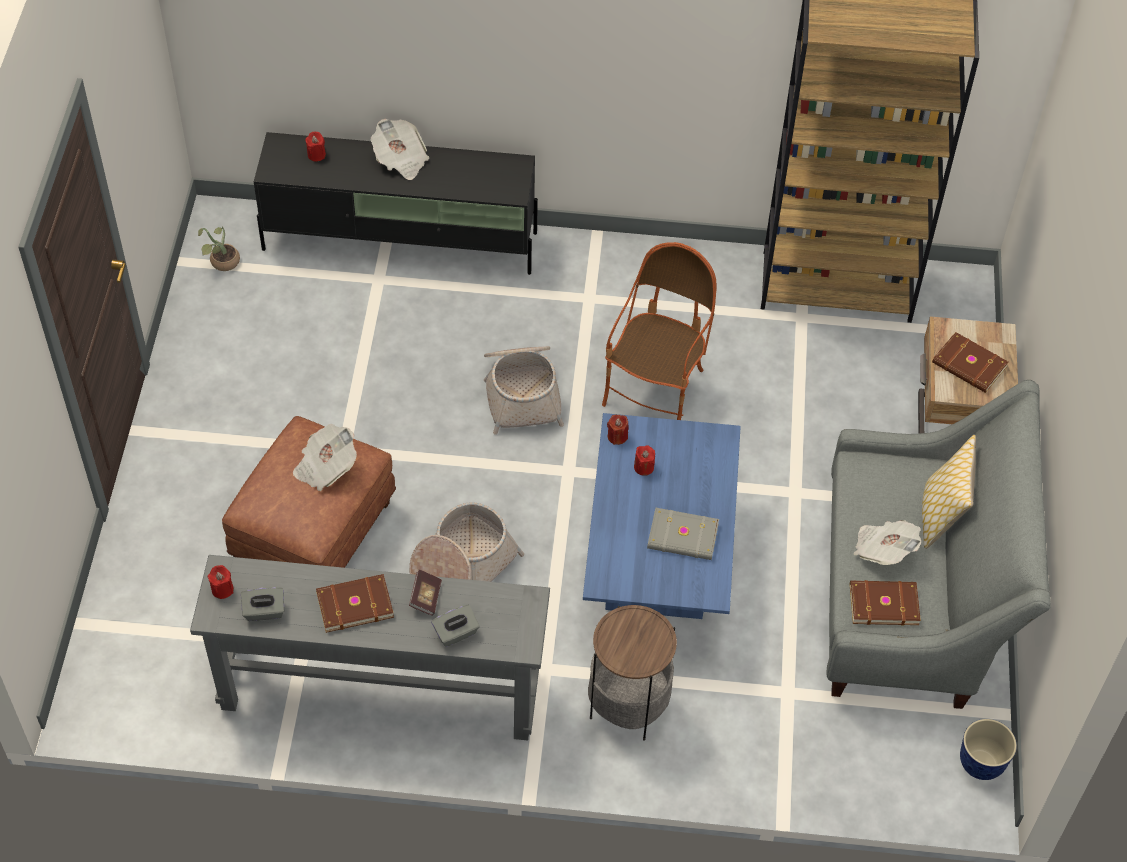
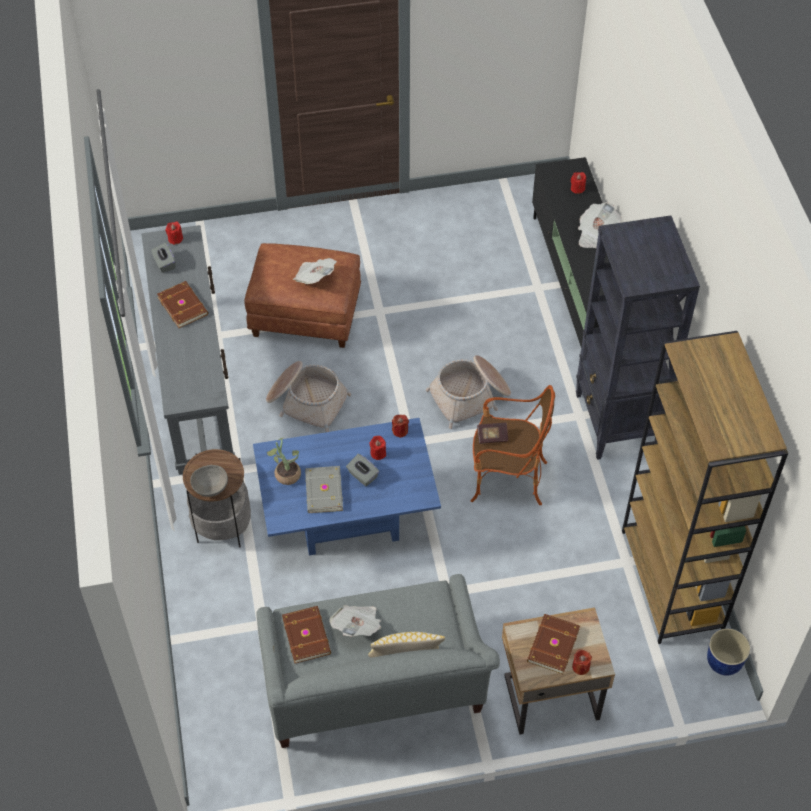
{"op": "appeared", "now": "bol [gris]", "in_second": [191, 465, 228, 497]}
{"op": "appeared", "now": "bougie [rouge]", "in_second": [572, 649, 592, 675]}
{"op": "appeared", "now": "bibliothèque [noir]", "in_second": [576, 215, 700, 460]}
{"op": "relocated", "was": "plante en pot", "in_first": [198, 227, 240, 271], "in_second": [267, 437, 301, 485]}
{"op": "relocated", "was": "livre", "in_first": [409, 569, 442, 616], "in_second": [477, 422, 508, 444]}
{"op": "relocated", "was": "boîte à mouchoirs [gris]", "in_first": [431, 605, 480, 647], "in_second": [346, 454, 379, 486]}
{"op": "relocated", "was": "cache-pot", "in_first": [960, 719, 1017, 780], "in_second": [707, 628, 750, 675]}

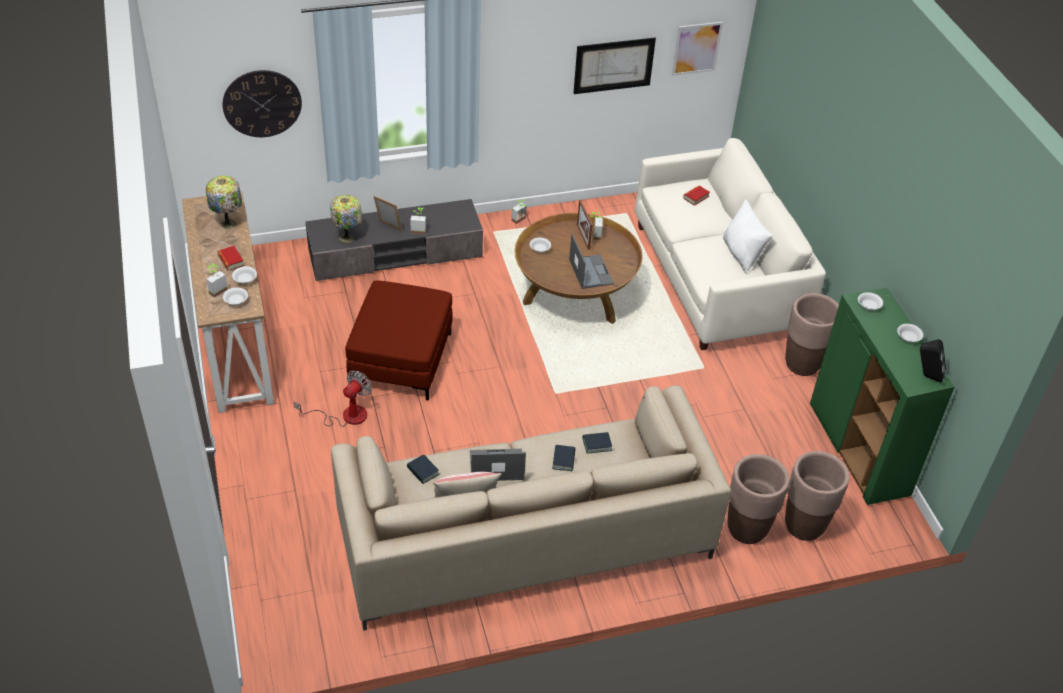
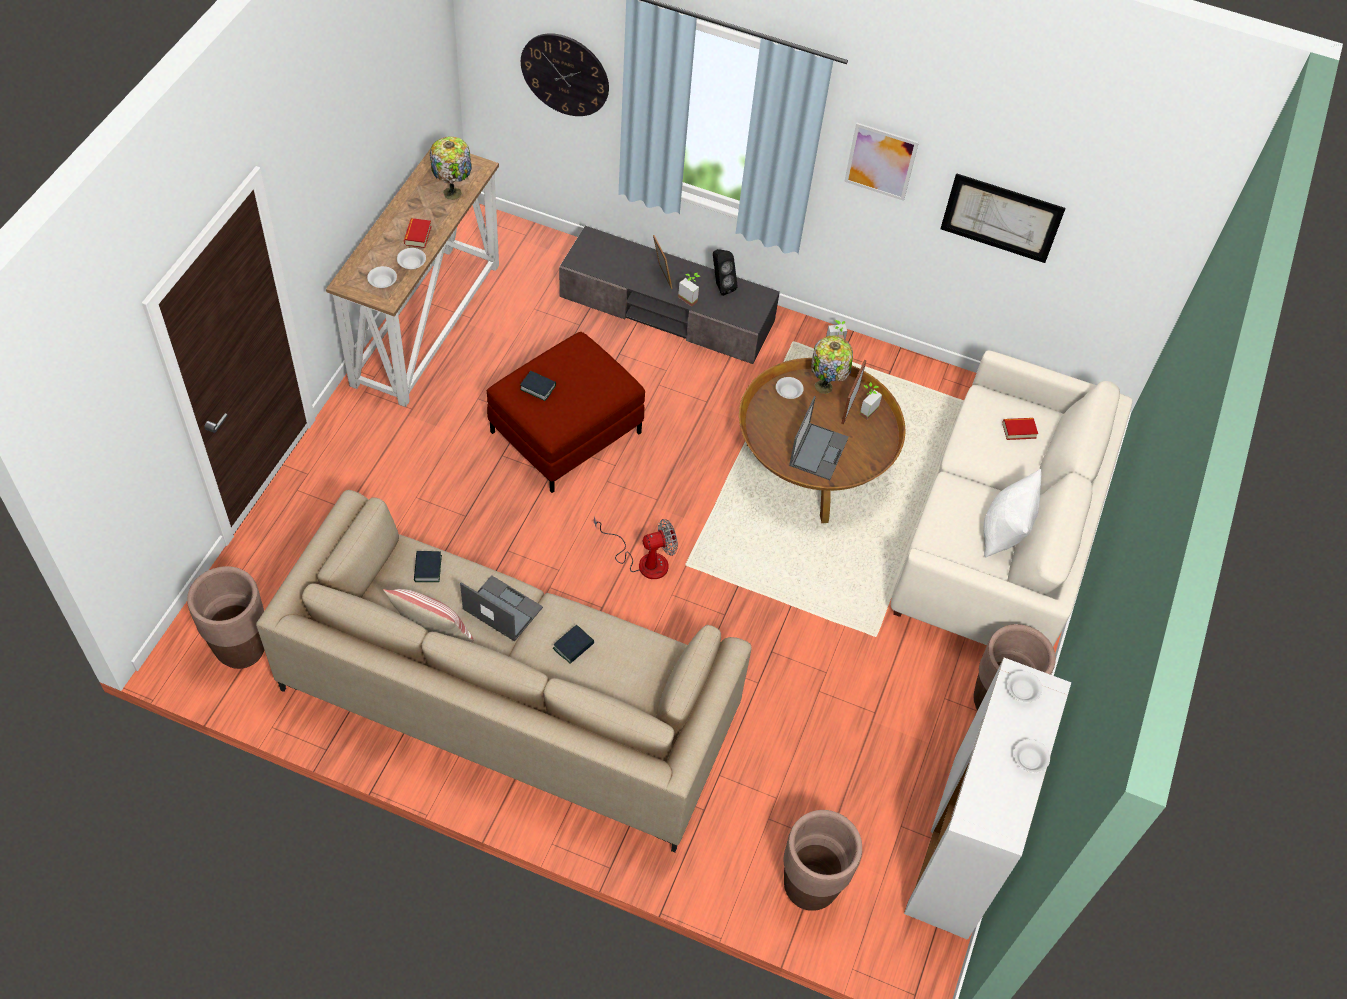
{"op": "missing", "was": "plante en pot", "in_first": [206, 263, 228, 298]}
{"op": "relocated", "was": "ventilateur", "in_first": [294, 370, 372, 427], "in_second": [594, 516, 678, 579]}
{"op": "relocated", "was": "lampe de table", "in_first": [330, 195, 363, 243], "in_second": [811, 336, 853, 394]}
{"op": "relocated", "was": "livre", "in_first": [583, 432, 612, 454], "in_second": [520, 371, 556, 401]}
{"op": "relocated", "was": "tableau", "in_first": [672, 22, 723, 76], "in_second": [844, 123, 919, 201]}
{"op": "relocated", "was": "cache-pot [marron]", "in_first": [728, 454, 790, 544], "in_second": [187, 566, 264, 669]}
{"op": "relocated", "was": "enceinte [noir]", "in_first": [920, 339, 946, 383], "in_second": [713, 249, 738, 296]}
{"op": "colour", "was": "meuble de rangement [vert]", "now": "meuble de rangement [blanc]", "in_first": [810, 288, 955, 505], "in_second": [904, 658, 1071, 940]}

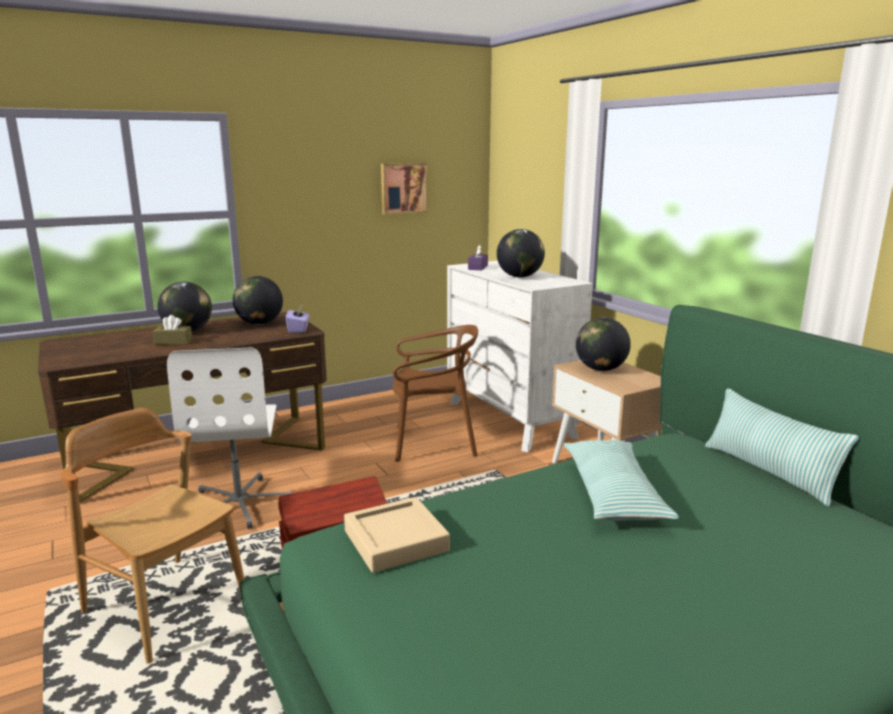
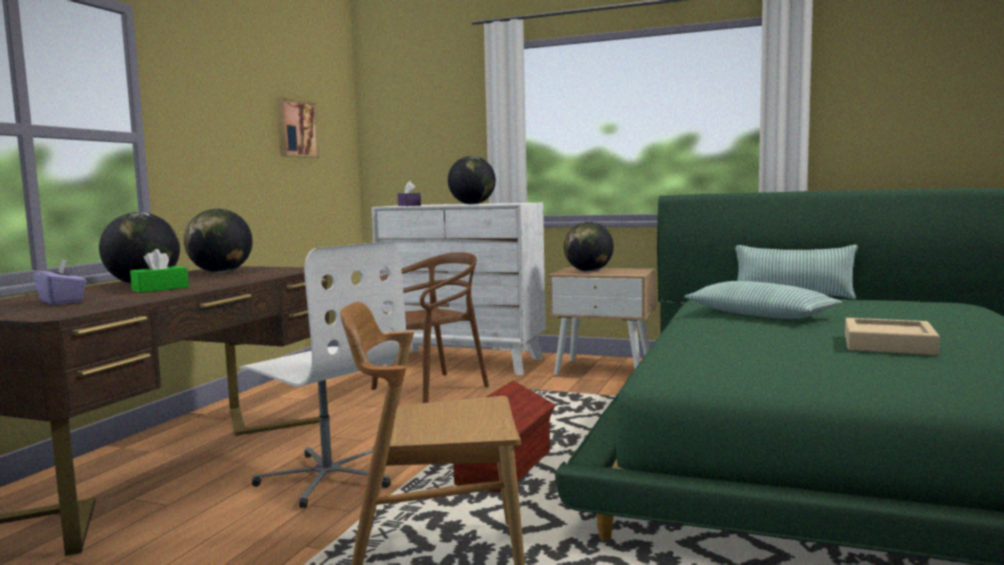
{"op": "relocated", "was": "boîte à mouchoirs [violet]", "in_first": [286, 305, 309, 333], "in_second": [34, 259, 86, 305]}
{"op": "relocated", "was": "plateau [beige]", "in_first": [344, 497, 450, 573], "in_second": [845, 318, 940, 355]}
{"op": "colour", "was": "boîte à mouchoirs [marron]", "now": "boîte à mouchoirs [vert]", "in_first": [152, 315, 192, 345], "in_second": [130, 249, 189, 293]}

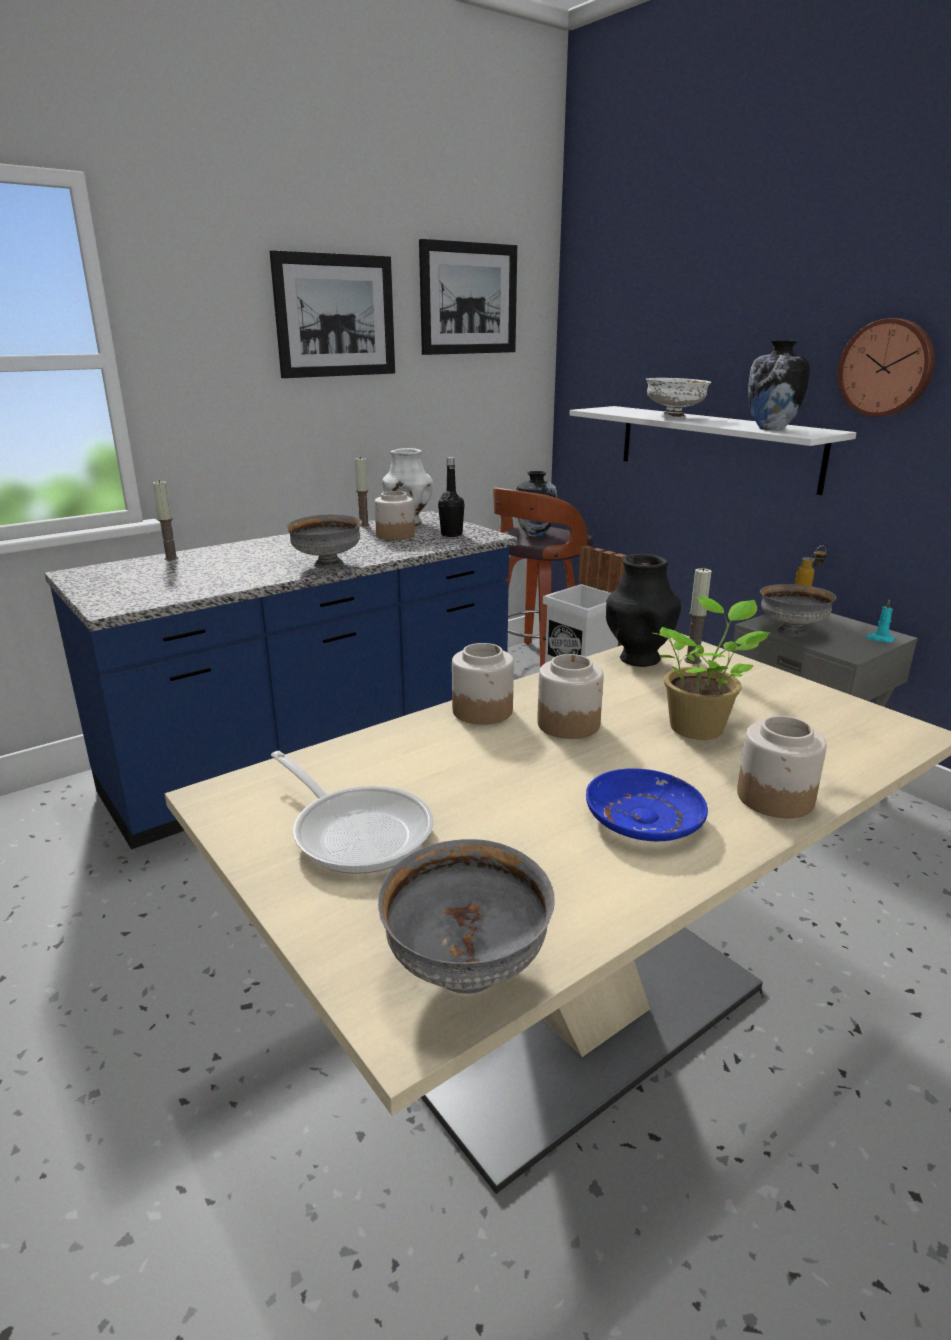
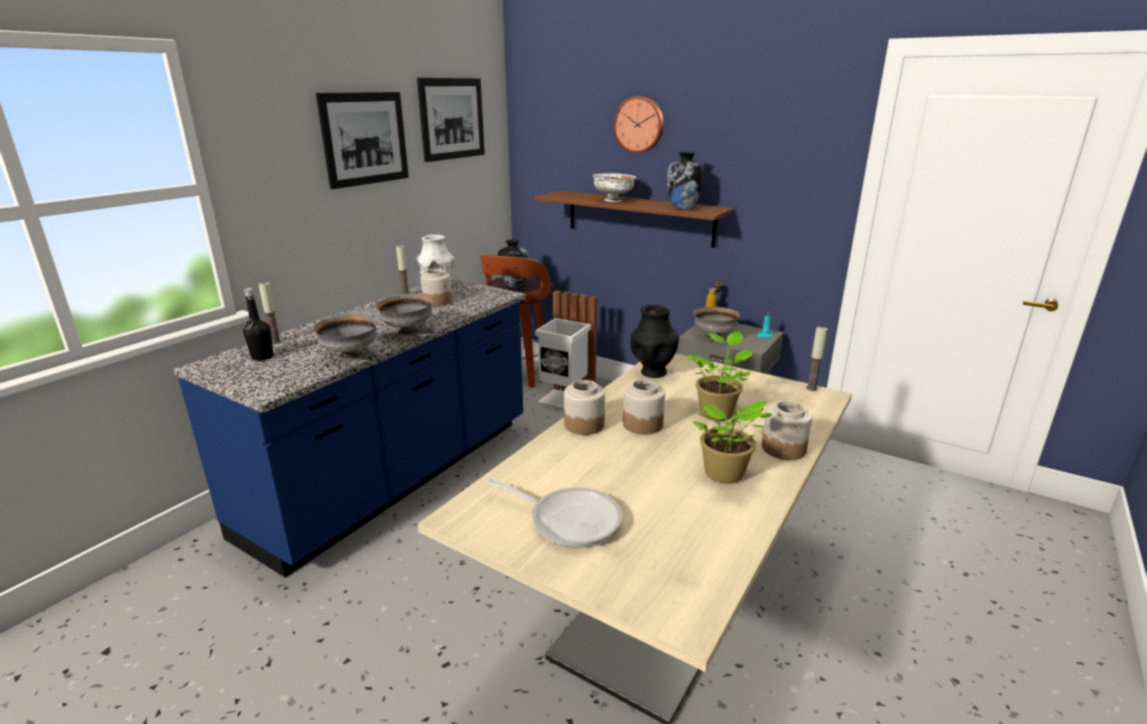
{"op": "relocated", "was": "bol [gris]", "in_first": [378, 839, 555, 994], "in_second": [314, 314, 378, 361]}
{"op": "relocated", "was": "bouteille [noir]", "in_first": [438, 457, 465, 537], "in_second": [243, 288, 273, 361]}
{"op": "relocated", "was": "bougie", "in_first": [684, 568, 711, 664], "in_second": [806, 327, 828, 391]}
{"op": "relocated", "was": "horloge murale", "in_first": [838, 318, 935, 417], "in_second": [613, 96, 664, 153]}
{"op": "exchanged", "was": "assiette [bleu]", "now": "plante en pot", "in_first": [586, 768, 708, 841], "in_second": [693, 401, 773, 484]}
{"op": "colour", "was": "étagère [blanc]", "now": "étagère [marron]", "in_first": [569, 406, 857, 495], "in_second": [535, 191, 734, 248]}

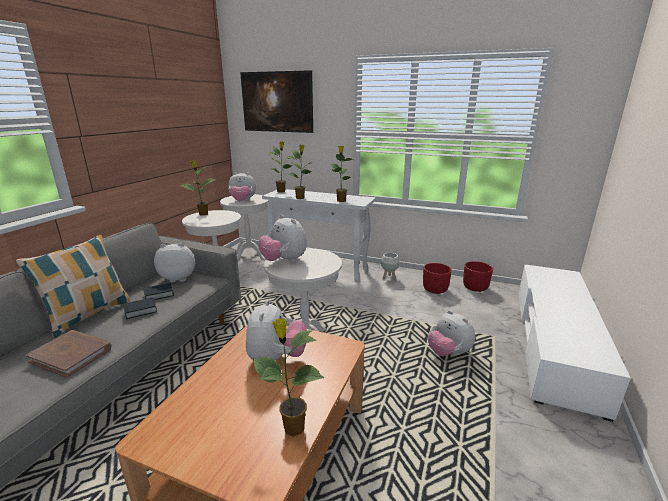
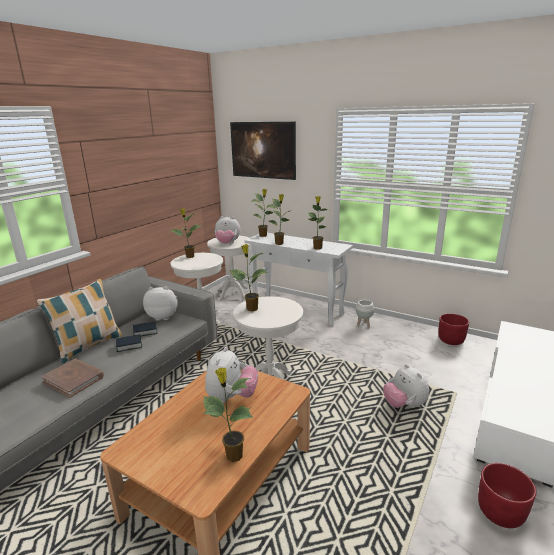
{"op": "relocated", "was": "cache-pot [rouge]", "in_first": [423, 263, 452, 294], "in_second": [478, 463, 536, 528]}
{"op": "exchanged", "was": "peluche", "now": "plante en pot", "in_first": [259, 215, 307, 262], "in_second": [230, 244, 268, 312]}

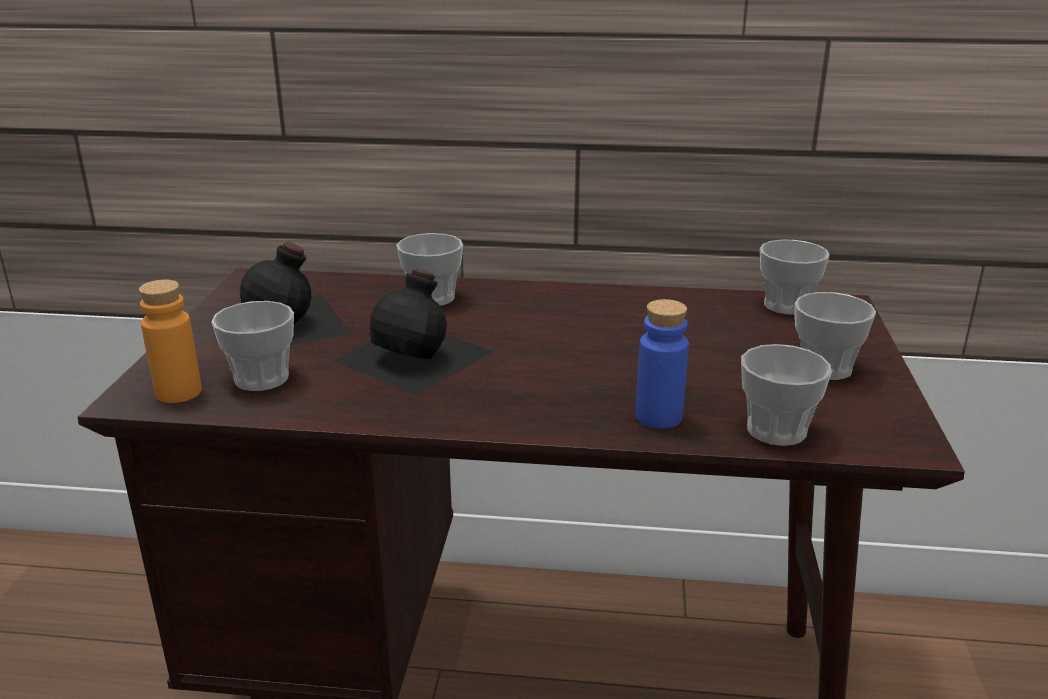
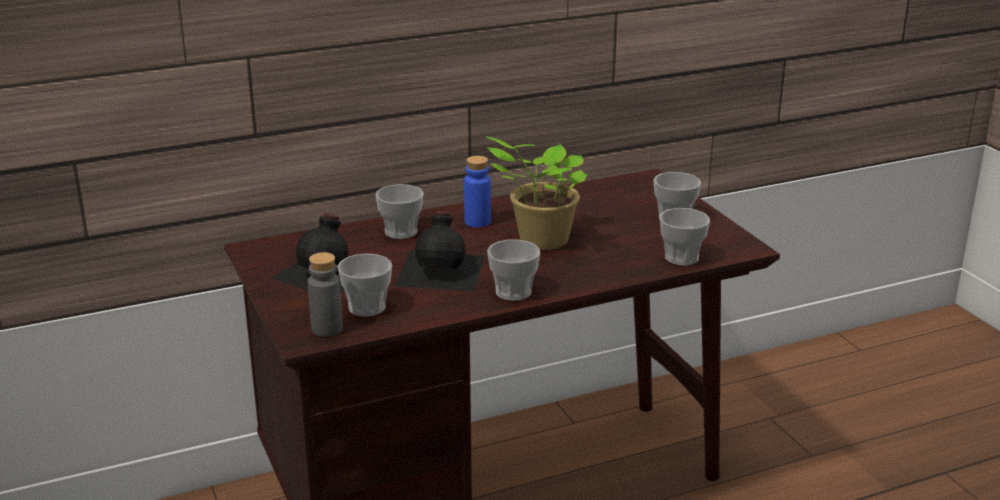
{"op": "appeared", "now": "plante en pot", "in_second": [486, 136, 588, 250]}
{"op": "relocated", "was": "bouteille [bleu]", "in_first": [635, 299, 689, 429], "in_second": [464, 156, 491, 228]}
{"op": "relocated", "was": "tasse", "in_first": [760, 239, 830, 315], "in_second": [487, 239, 540, 301]}
{"op": "colour", "was": "bouteille [orange]", "now": "bouteille [gris]", "in_first": [139, 279, 202, 403], "in_second": [308, 252, 343, 337]}

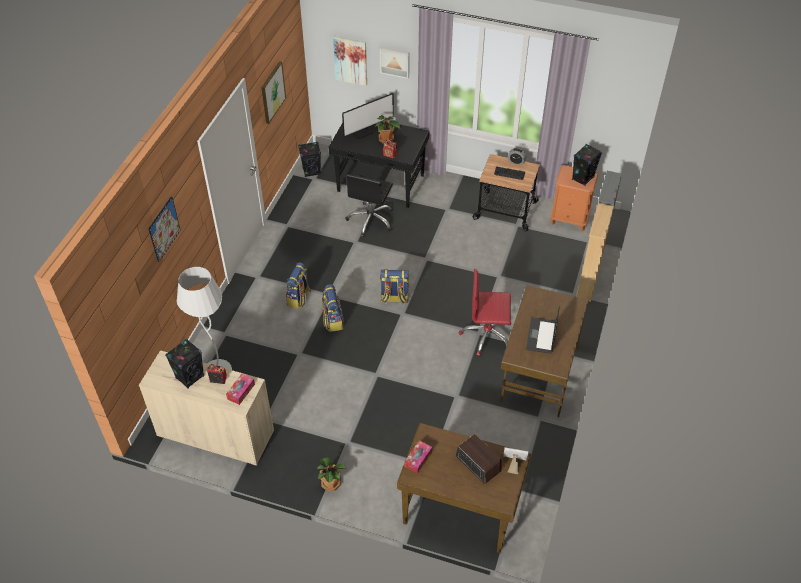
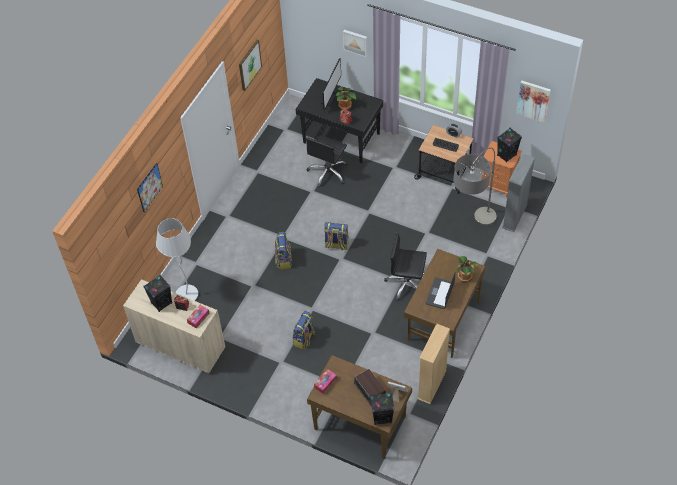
{"op": "appeared", "now": "lampadaire", "in_second": [454, 147, 496, 226]}
{"op": "relocated", "was": "sac à dos", "in_first": [286, 262, 311, 309], "in_second": [293, 311, 315, 349]}
{"op": "relocated", "was": "enceinte [noir]", "in_first": [298, 142, 321, 177], "in_second": [370, 392, 394, 425]}
{"op": "relocated", "was": "plante en pot", "in_first": [317, 457, 346, 491], "in_second": [457, 256, 479, 282]}
{"op": "relocated", "was": "tableau", "in_first": [333, 36, 367, 86], "in_second": [516, 80, 551, 123]}
{"op": "relocated", "was": "bibliothèque [beige]", "in_first": [576, 203, 614, 302], "in_second": [417, 324, 450, 404]}
{"op": "colour", "was": "chaise de bureau [rouge]", "now": "chaise de bureau [noir]", "in_first": [459, 269, 511, 356], "in_second": [384, 232, 427, 301]}
{"op": "spun", "was": "écran d'ordinateur", "in_first": [342, 93, 394, 140], "in_second": [321, 58, 341, 110], "clockwise": -45}

